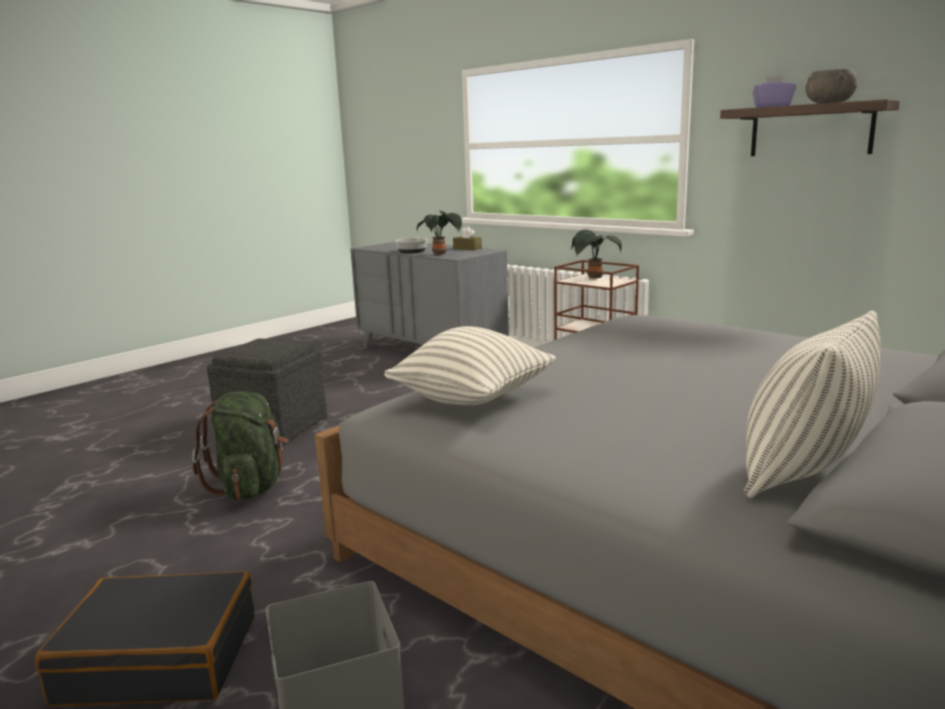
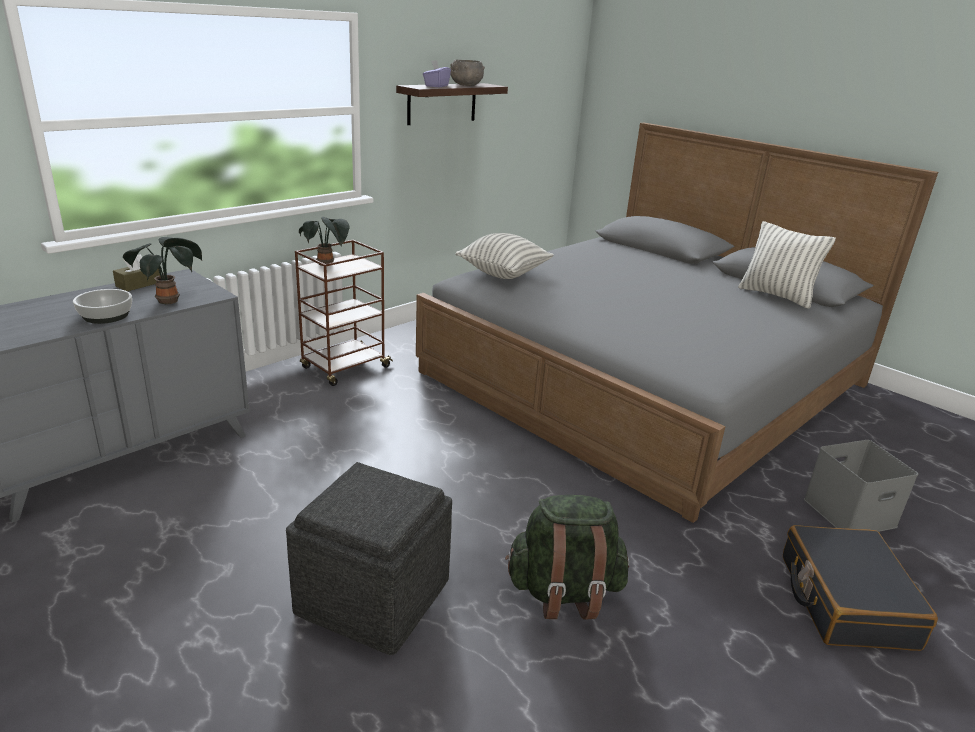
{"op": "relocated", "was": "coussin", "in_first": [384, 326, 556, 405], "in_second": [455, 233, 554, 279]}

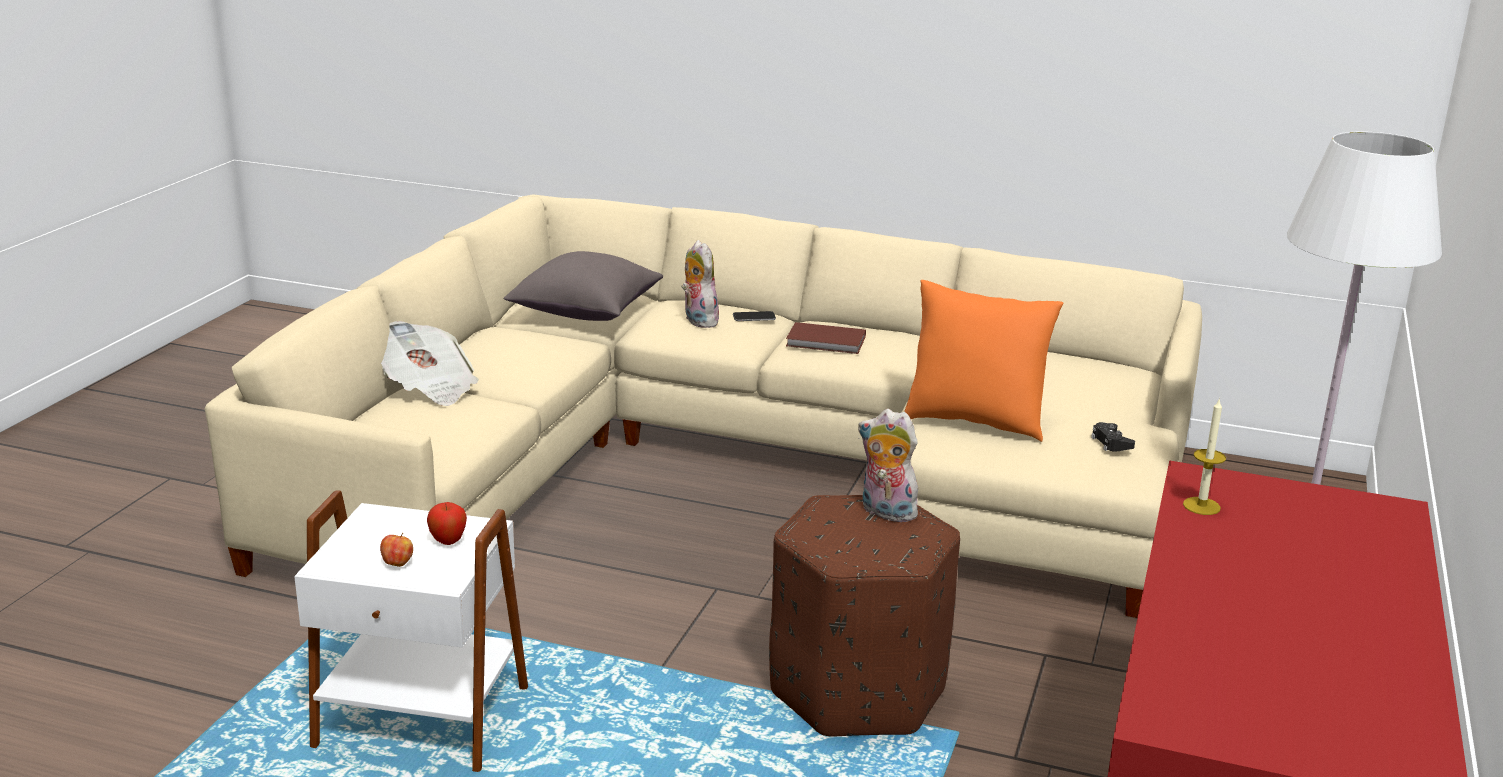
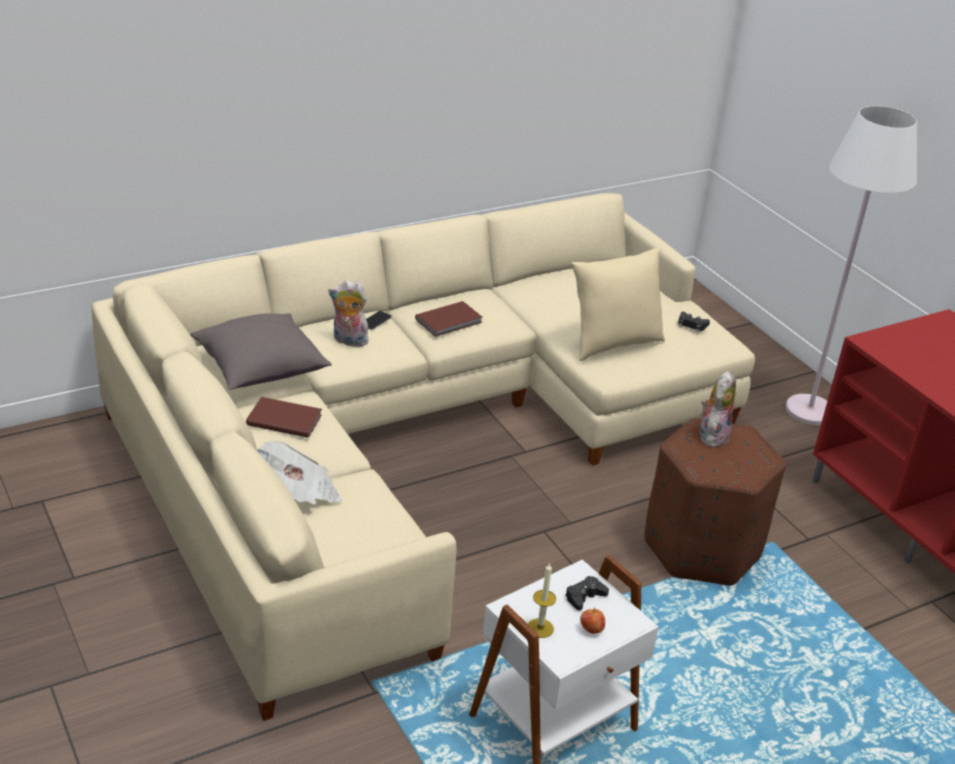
{"op": "appeared", "now": "livre [marron]", "in_second": [246, 397, 322, 438]}
{"op": "relocated", "was": "bougie", "in_first": [1183, 398, 1226, 515], "in_second": [528, 563, 556, 638]}
{"op": "exchanged", "was": "pomme", "now": "manette [noir]", "in_first": [427, 502, 467, 545], "in_second": [566, 576, 609, 610]}
{"op": "colour", "was": "coussin [orange]", "now": "coussin [beige]", "in_first": [904, 280, 1063, 442], "in_second": [571, 248, 665, 361]}
{"op": "spun", "was": "peluche", "in_first": [858, 409, 918, 522], "in_second": [700, 371, 736, 447], "clockwise": 135}

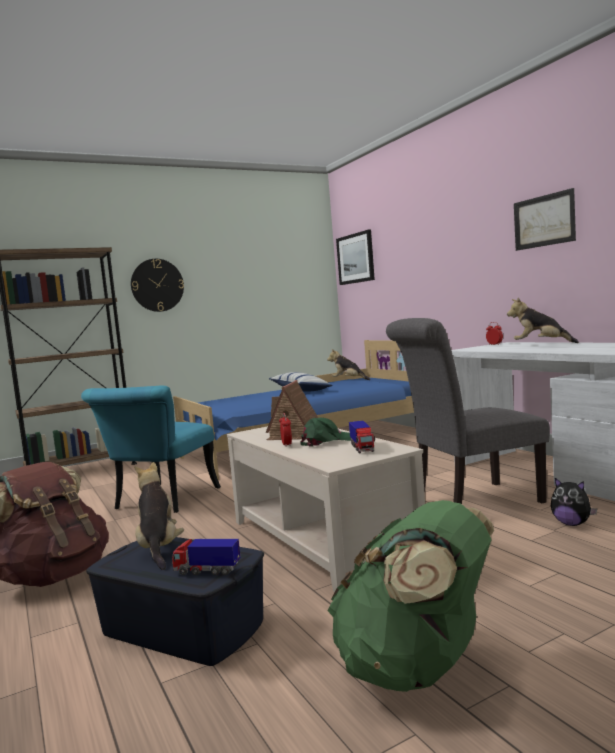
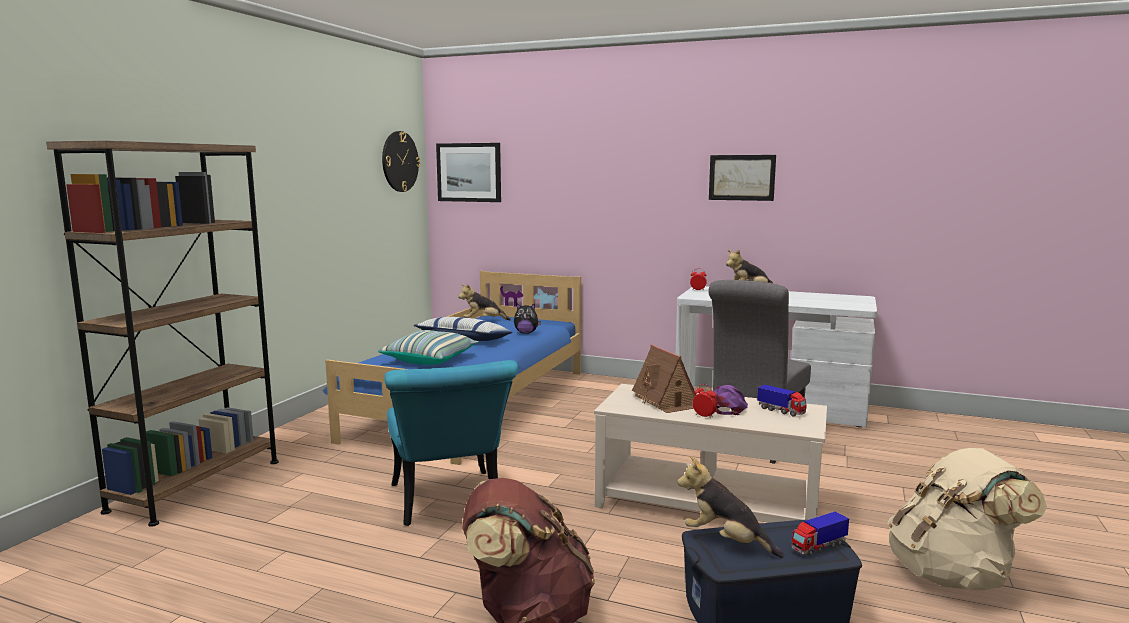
{"op": "appeared", "now": "coussin", "in_second": [378, 330, 479, 365]}
{"op": "relocated", "was": "horloge murale", "in_first": [131, 259, 184, 312], "in_second": [382, 131, 420, 192]}
{"op": "relocated", "was": "peluche", "in_first": [551, 478, 597, 526], "in_second": [514, 303, 541, 334]}
{"op": "colour", "was": "casquette [vert]", "now": "casquette [violet]", "in_first": [300, 418, 351, 447], "in_second": [714, 385, 748, 415]}
{"op": "colour", "was": "sac à dos [vert]", "now": "sac à dos [beige]", "in_first": [328, 500, 494, 692], "in_second": [888, 448, 1047, 591]}

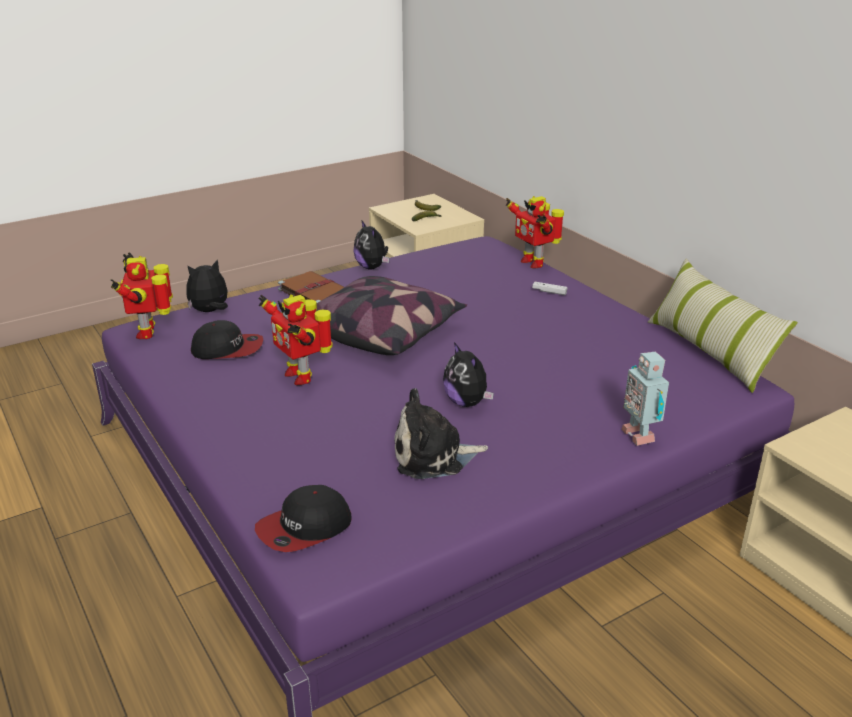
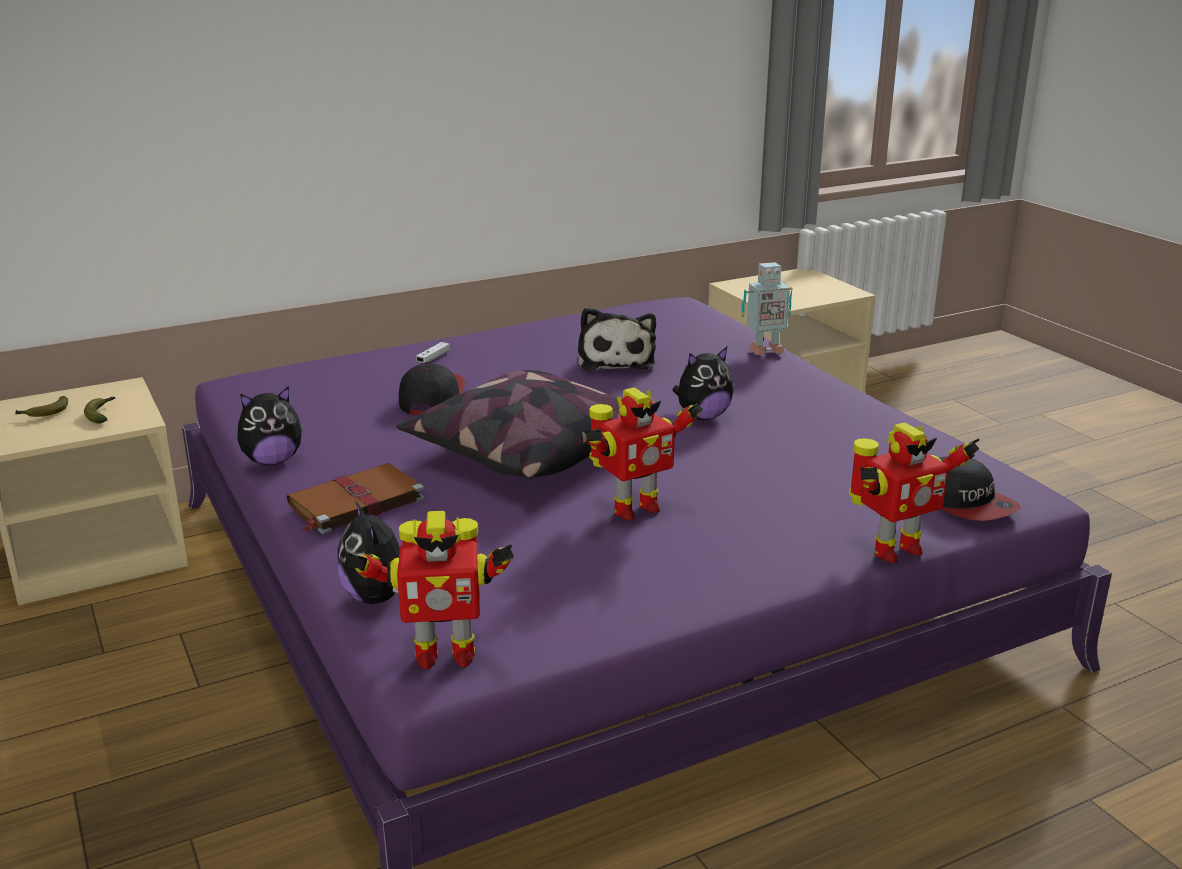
{"op": "missing", "was": "coussin", "in_first": [648, 259, 798, 393]}
{"op": "relocated", "was": "casquette", "in_first": [191, 320, 263, 359], "in_second": [399, 364, 465, 415]}
{"op": "relocated", "was": "peluche", "in_first": [394, 388, 488, 479], "in_second": [578, 307, 656, 371]}
{"op": "relocated", "was": "robot jouet", "in_first": [505, 196, 564, 268], "in_second": [849, 423, 979, 563]}

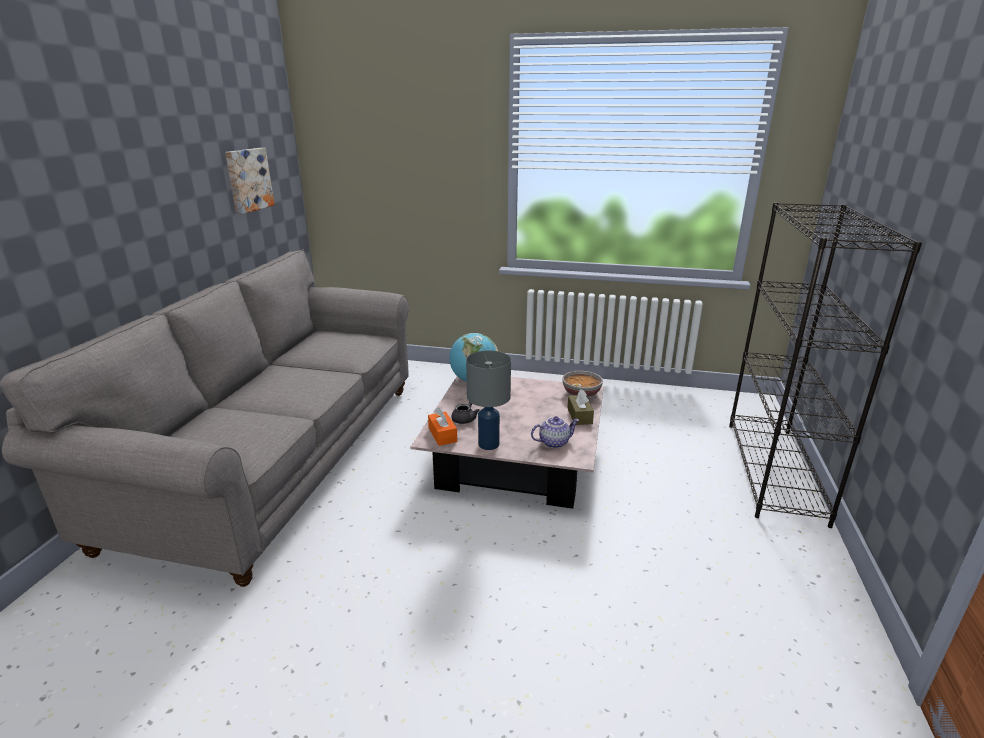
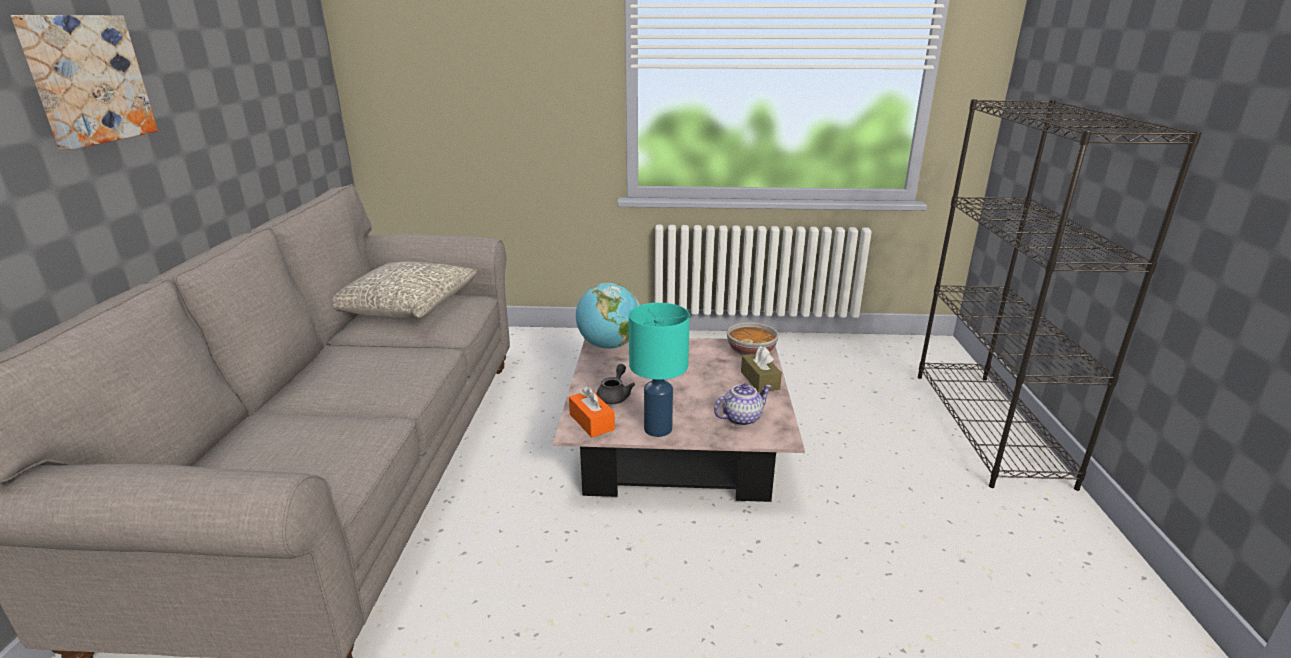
{"op": "appeared", "now": "coussin [gris]", "in_second": [332, 261, 478, 319]}
{"op": "relocated", "was": "tableau", "in_first": [225, 148, 274, 214], "in_second": [11, 15, 158, 150]}
{"op": "colour", "was": "lampe de table [gris]", "now": "lampe de table [turquoise]", "in_first": [466, 350, 511, 450], "in_second": [629, 303, 690, 437]}

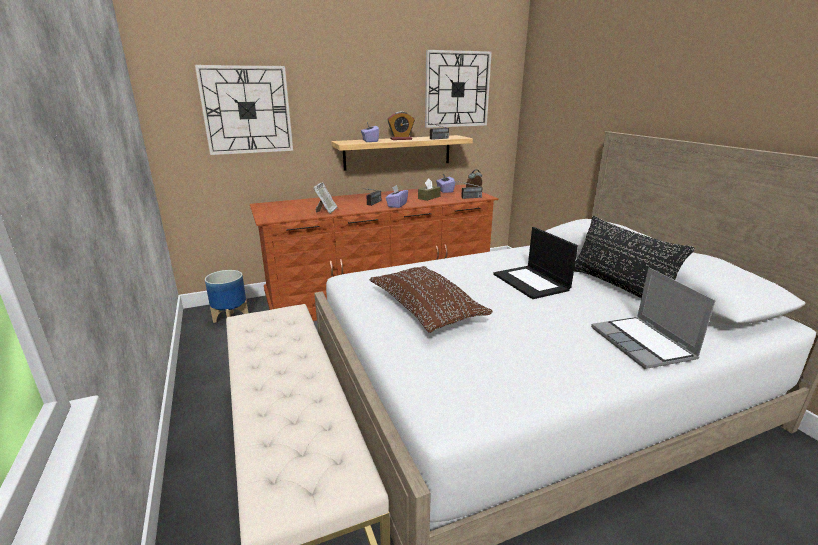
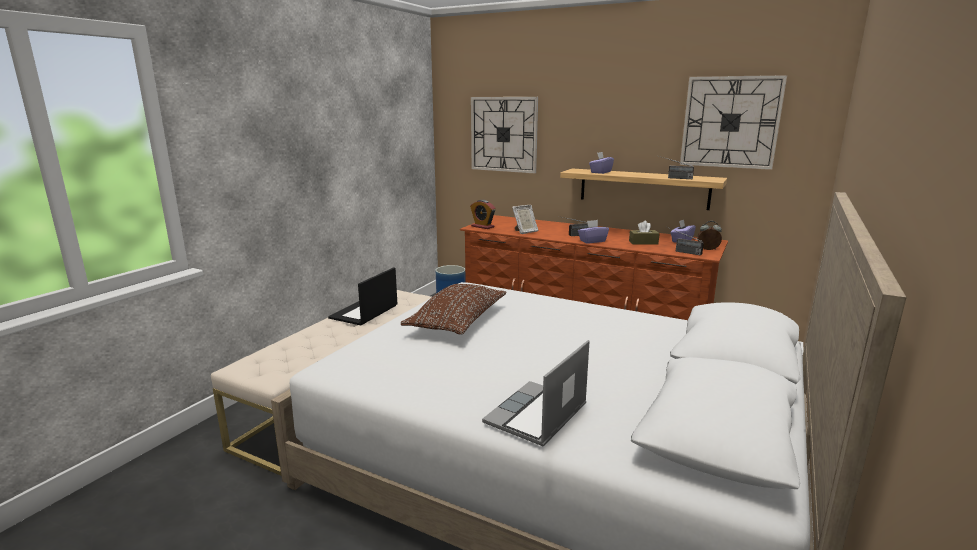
{"op": "missing", "was": "coussin [noir]", "in_first": [574, 216, 694, 298]}
{"op": "relocated", "was": "réveil", "in_first": [387, 112, 415, 140], "in_second": [470, 200, 496, 229]}
{"op": "relocated", "was": "ordinateur portable", "in_first": [493, 227, 578, 299], "in_second": [328, 267, 397, 326]}

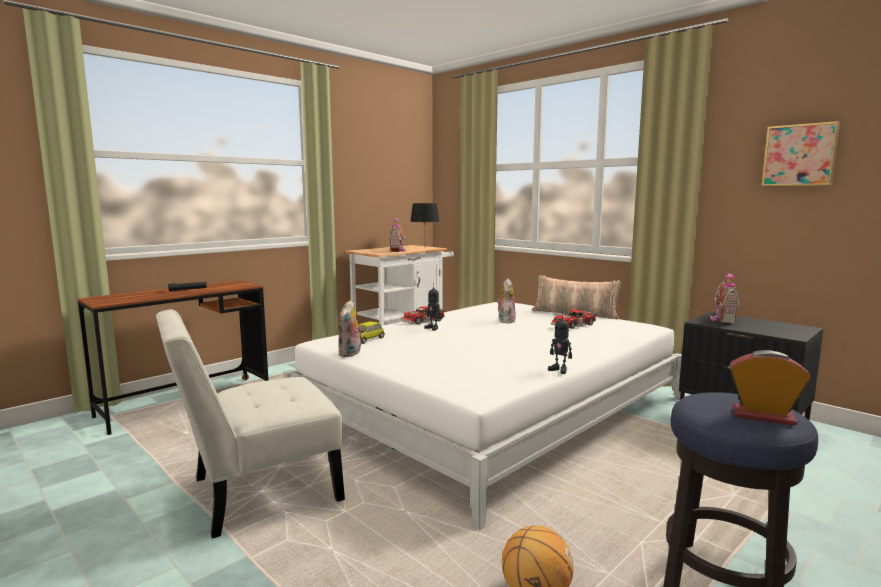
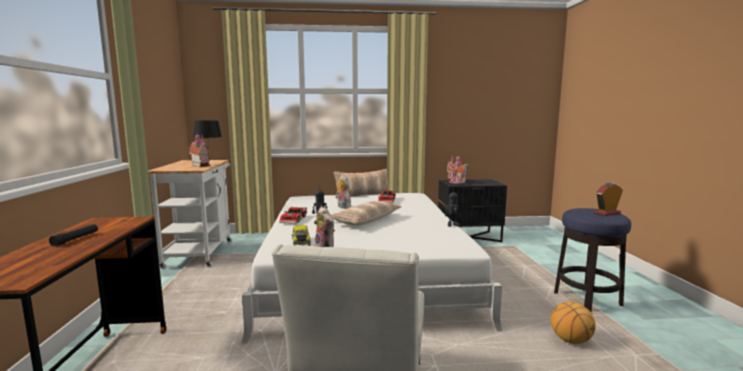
{"op": "missing", "was": "tableau", "in_first": [762, 121, 840, 186]}
{"op": "appeared", "now": "coussin", "in_second": [331, 201, 401, 226]}

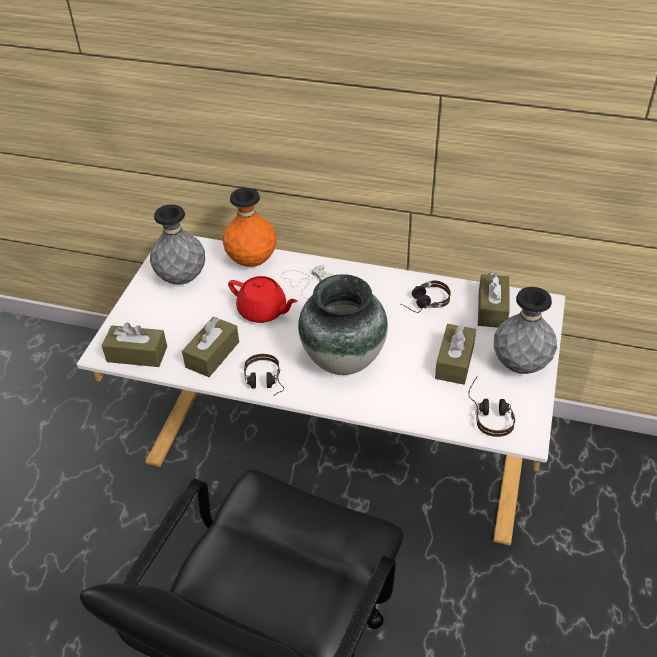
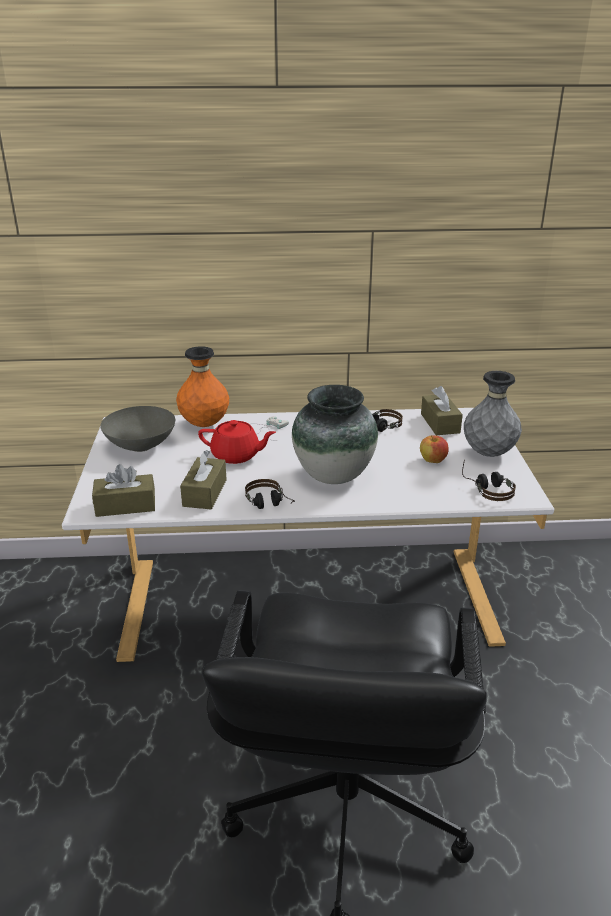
{"op": "exchanged", "was": "vase [gris]", "now": "bol [gris]", "in_first": [150, 204, 205, 285], "in_second": [100, 406, 175, 452]}
{"op": "exchanged", "was": "boîte à mouchoirs [marron]", "now": "pomme", "in_first": [435, 324, 476, 385], "in_second": [420, 435, 448, 463]}

